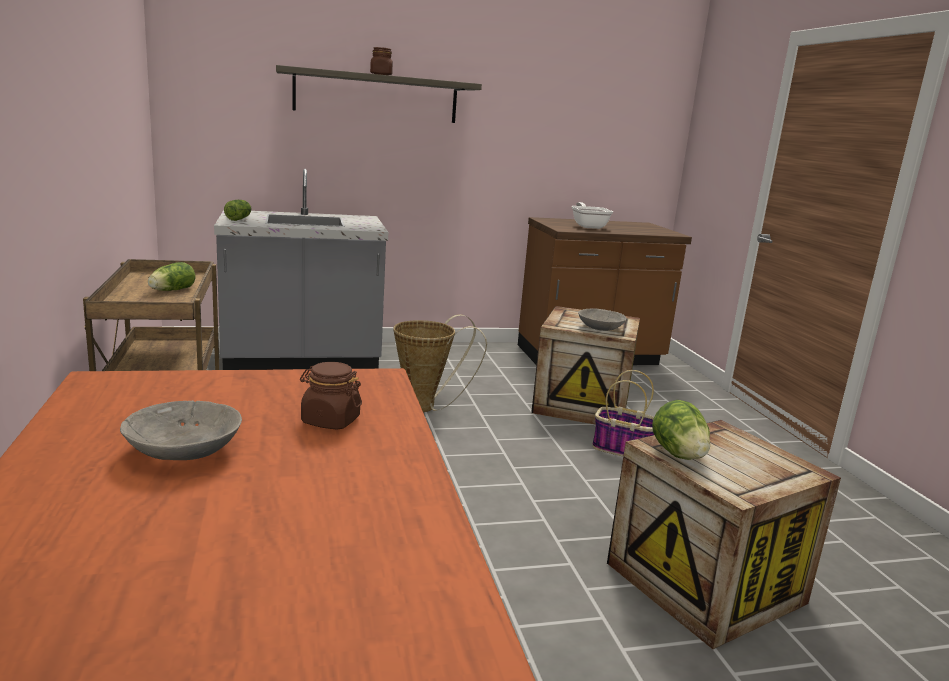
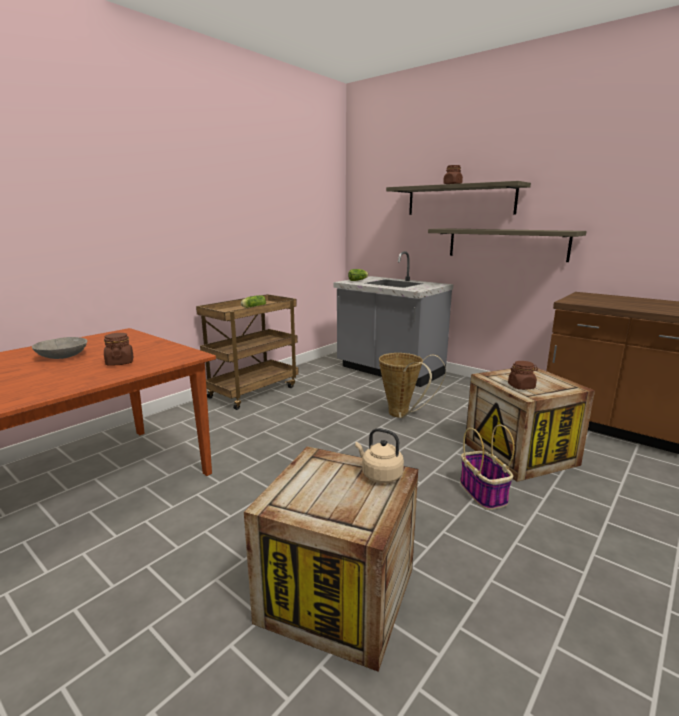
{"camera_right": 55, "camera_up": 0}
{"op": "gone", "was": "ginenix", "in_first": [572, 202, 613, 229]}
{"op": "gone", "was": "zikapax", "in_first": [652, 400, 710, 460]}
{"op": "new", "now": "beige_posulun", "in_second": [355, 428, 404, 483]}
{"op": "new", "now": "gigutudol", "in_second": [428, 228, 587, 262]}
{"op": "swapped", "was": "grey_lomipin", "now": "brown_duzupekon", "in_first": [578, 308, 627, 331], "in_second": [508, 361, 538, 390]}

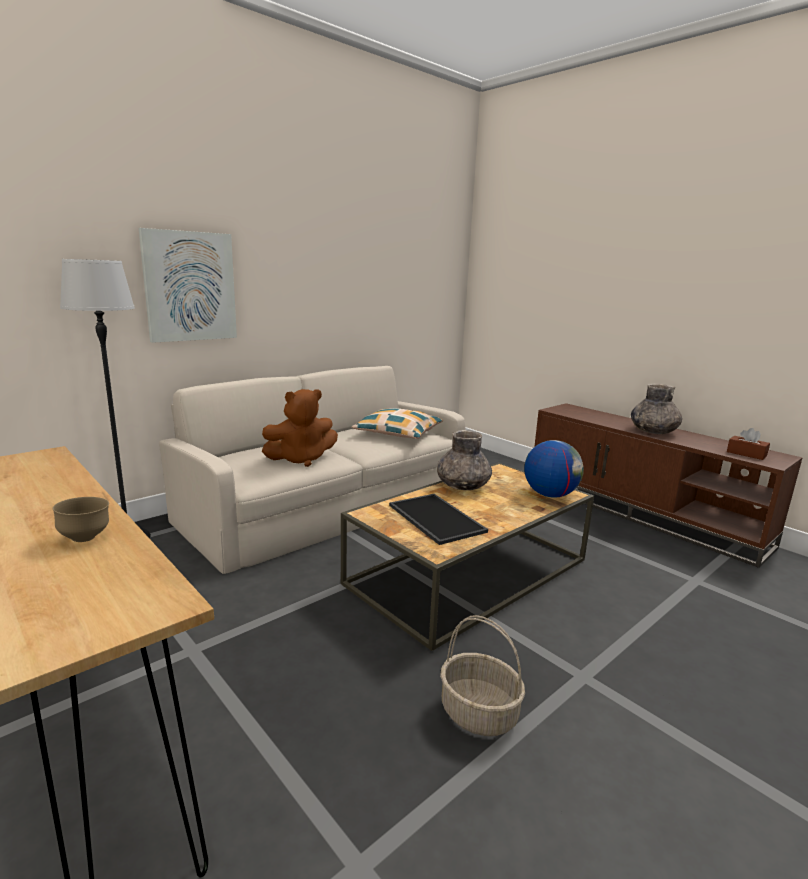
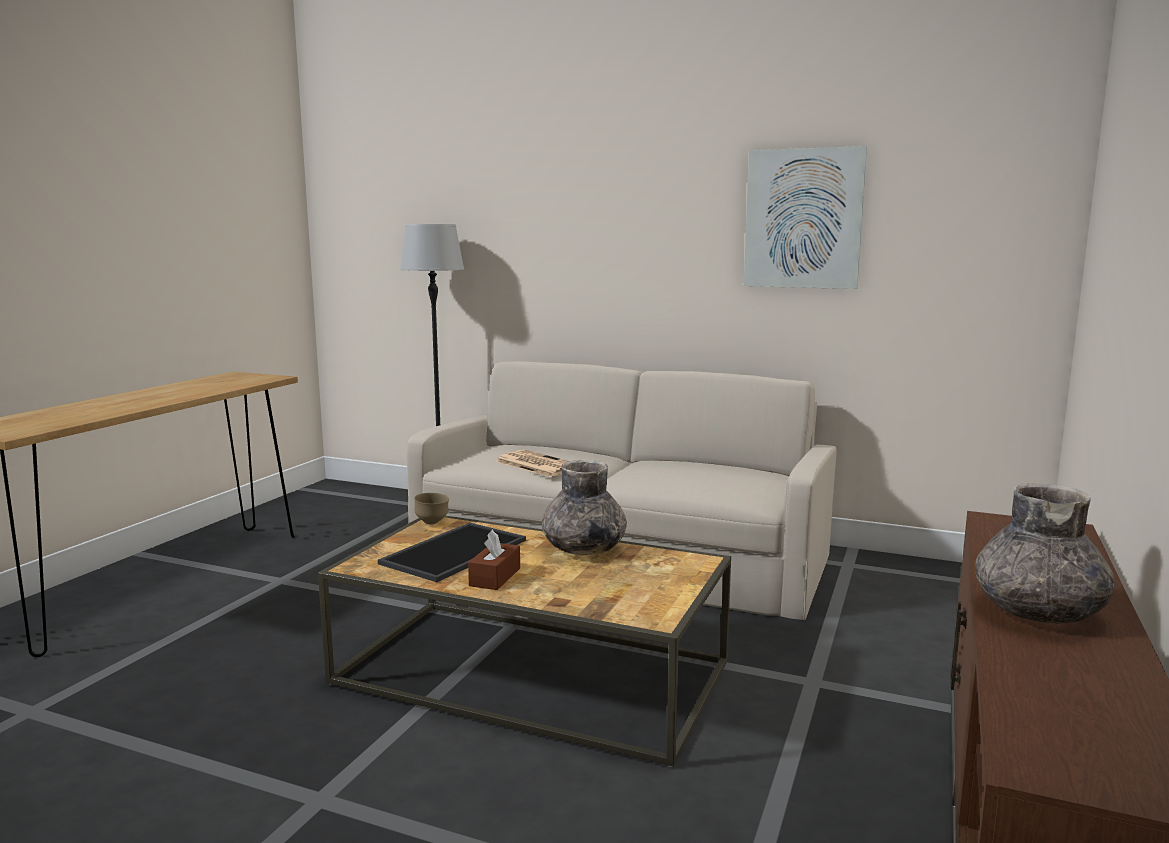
{"camera_right": 65, "camera_up": -5}
{"op": "gone", "was": "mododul", "in_first": [352, 408, 443, 439]}
{"op": "gone", "was": "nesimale", "in_first": [440, 615, 525, 736]}
{"op": "gone", "was": "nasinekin", "in_first": [524, 440, 584, 498]}
{"op": "shifted", "was": "brown_lomipin", "in_first": [53, 497, 109, 542], "in_second": [414, 493, 449, 524]}
{"op": "shifted", "was": "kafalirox", "in_first": [139, 228, 237, 343], "in_second": [744, 146, 867, 289]}
{"op": "shifted", "was": "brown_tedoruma", "in_first": [727, 428, 770, 460], "in_second": [468, 530, 520, 590]}
{"op": "swapped", "was": "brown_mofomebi", "now": "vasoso", "in_first": [262, 389, 338, 467], "in_second": [495, 450, 570, 477]}

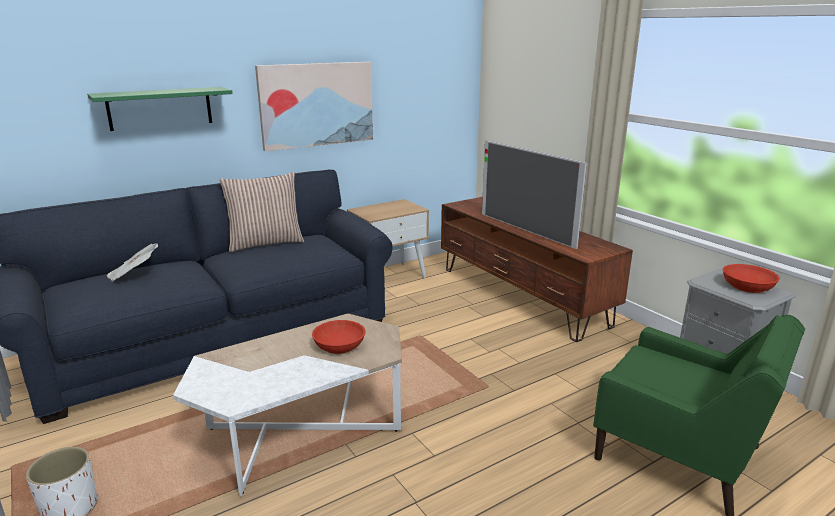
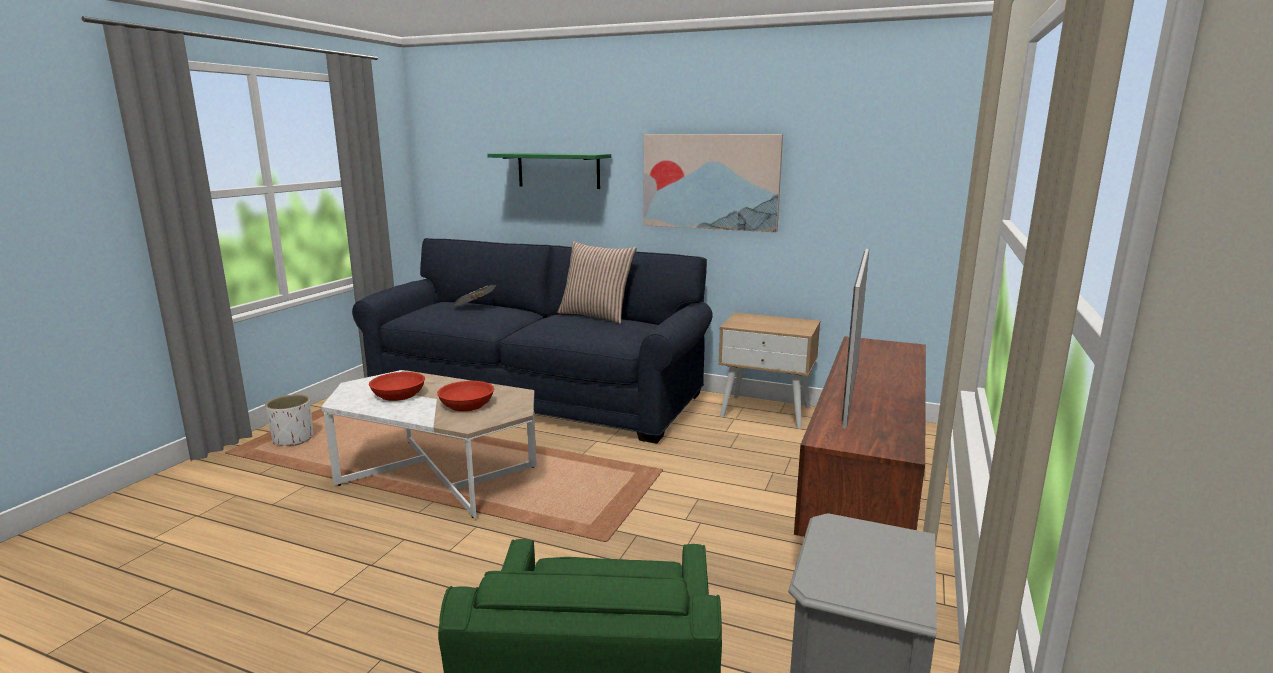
{"camera_right": 55, "camera_up": -5}
{"op": "shifted", "was": "red_lomipin", "in_first": [723, 264, 780, 293], "in_second": [369, 372, 425, 401]}

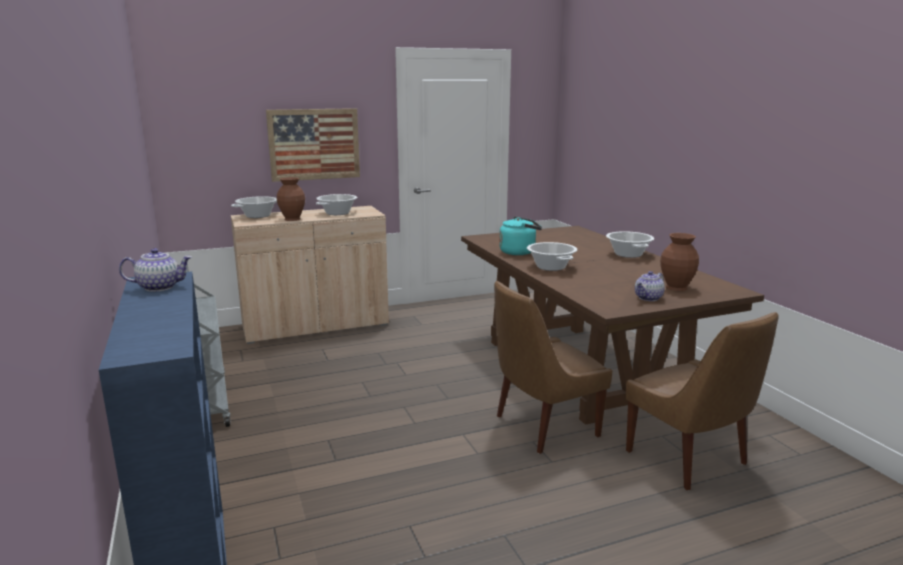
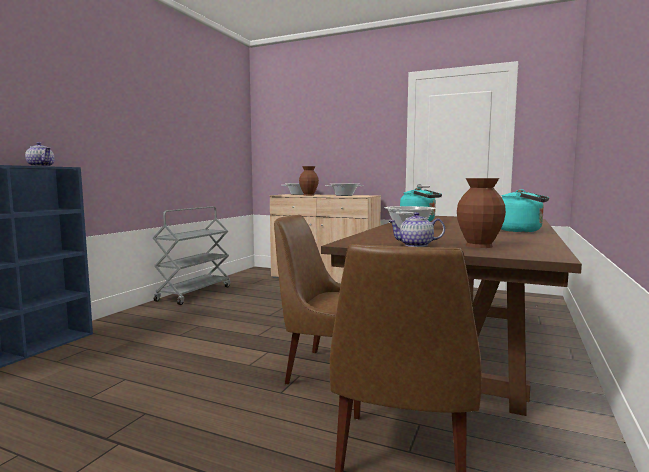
{"camera_right": 45, "camera_up": -10}
{"op": "gone", "was": "kafalirox", "in_first": [266, 108, 360, 182]}
{"op": "swapped", "was": "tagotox", "now": "turquoise_posulun", "in_first": [606, 231, 654, 258], "in_second": [501, 189, 549, 232]}

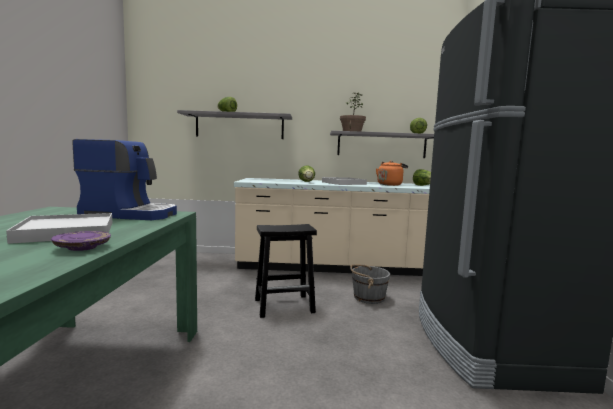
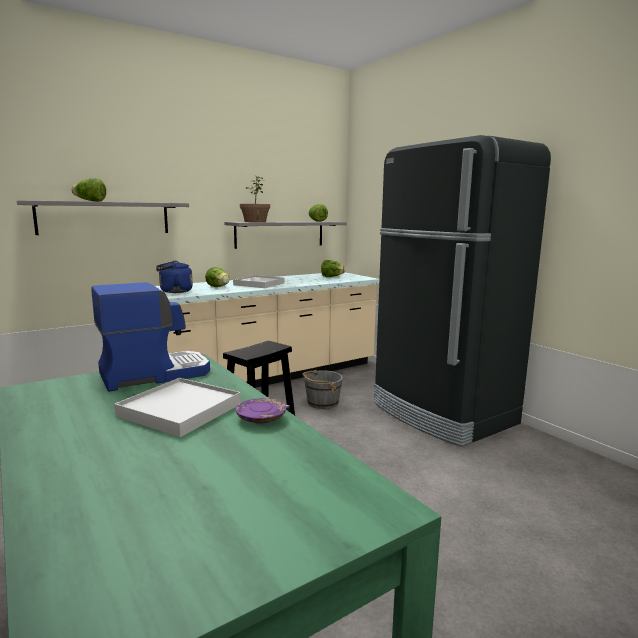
{"camera_right": -35, "camera_up": 5}
{"op": "gone", "was": "orange_posulun", "in_first": [376, 161, 408, 186]}
{"op": "new", "now": "blue_posulun", "in_second": [156, 261, 193, 293]}

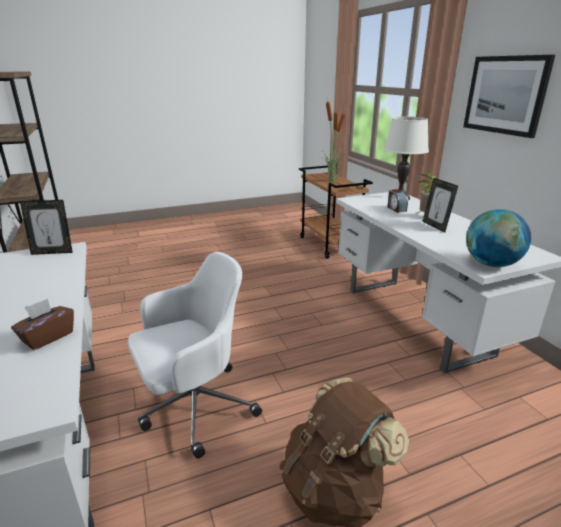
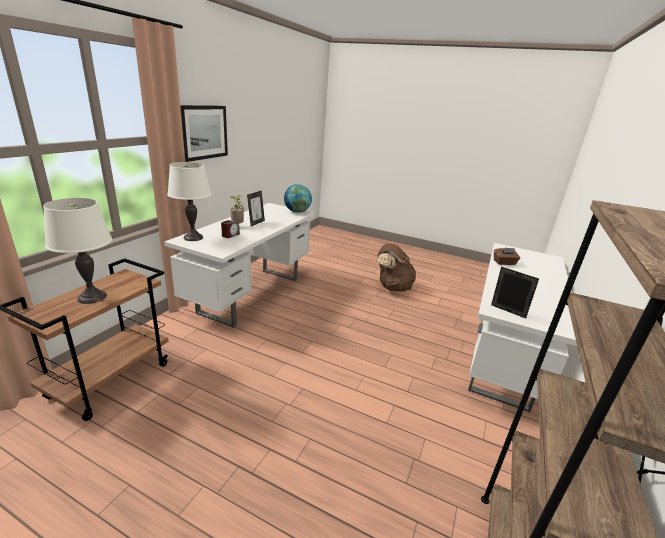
{"camera_right": -135, "camera_up": 0}
{"op": "gone", "was": "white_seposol", "in_first": [128, 252, 262, 458]}
{"op": "swapped", "was": "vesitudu", "now": "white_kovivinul", "in_first": [320, 100, 346, 182], "in_second": [43, 198, 112, 304]}

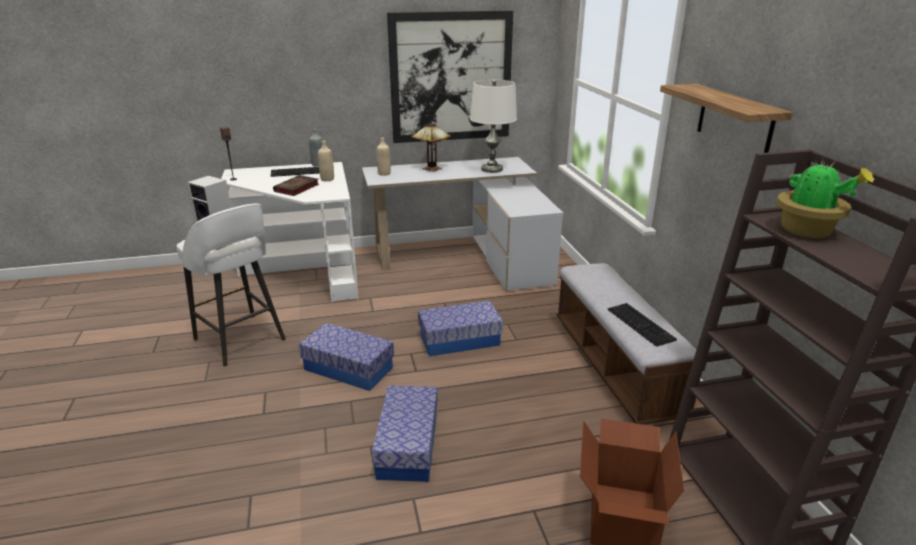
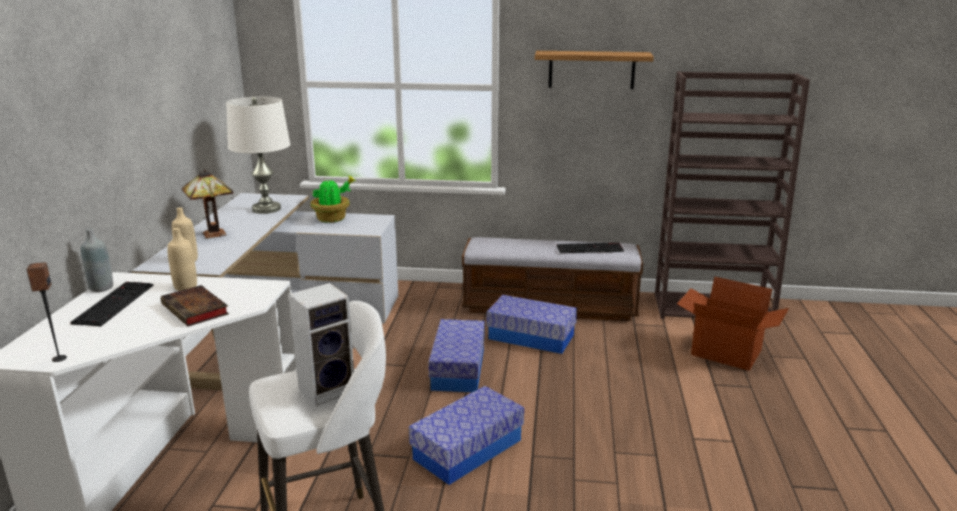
{"camera_right": -70, "camera_up": -5}
{"op": "gone", "was": "kafalirox", "in_first": [387, 11, 513, 143]}
{"op": "shifted", "was": "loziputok", "in_first": [372, 385, 438, 482], "in_second": [486, 295, 577, 354]}
{"op": "shifted", "was": "vesitudu", "in_first": [776, 159, 875, 238], "in_second": [310, 176, 355, 223]}

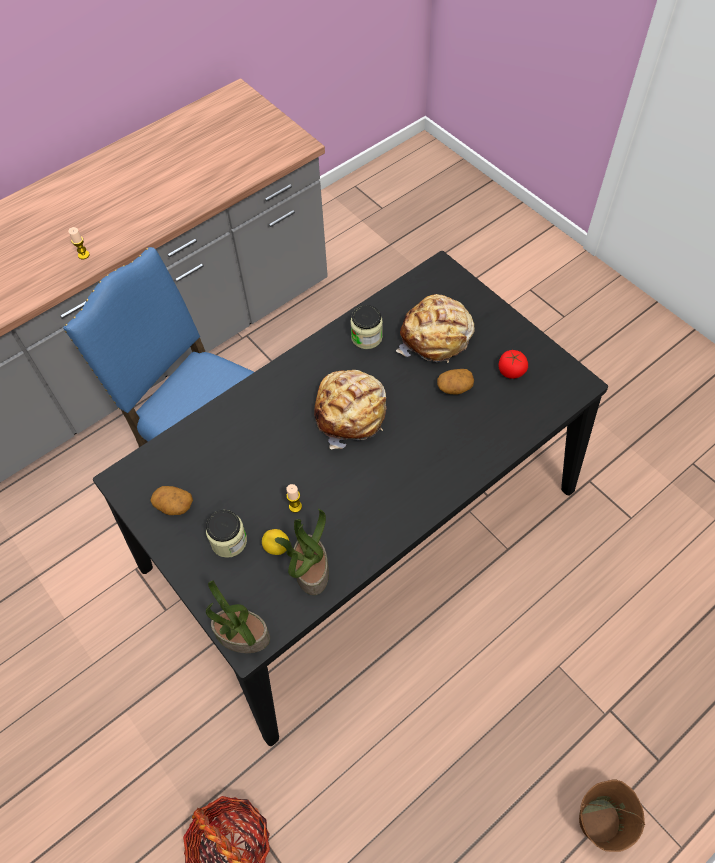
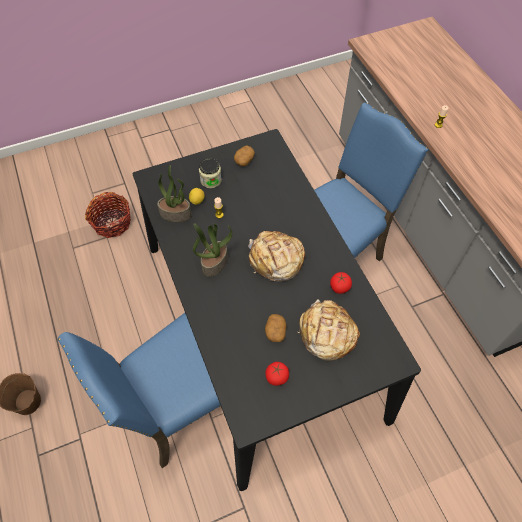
{"camera_right": 105, "camera_up": 0}
{"op": "new", "now": "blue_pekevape", "in_second": [57, 313, 221, 468]}
{"op": "shifted", "was": "vesitudu", "in_first": [206, 581, 270, 653], "in_second": [193, 223, 232, 277]}
{"op": "swapped", "was": "duzupekon", "now": "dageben", "in_first": [350, 305, 383, 349], "in_second": [330, 272, 352, 294]}

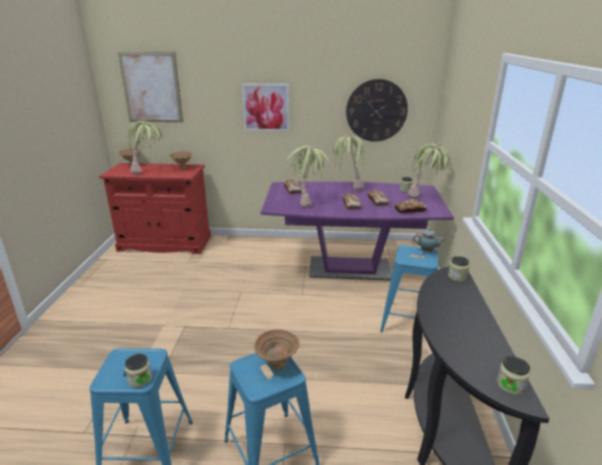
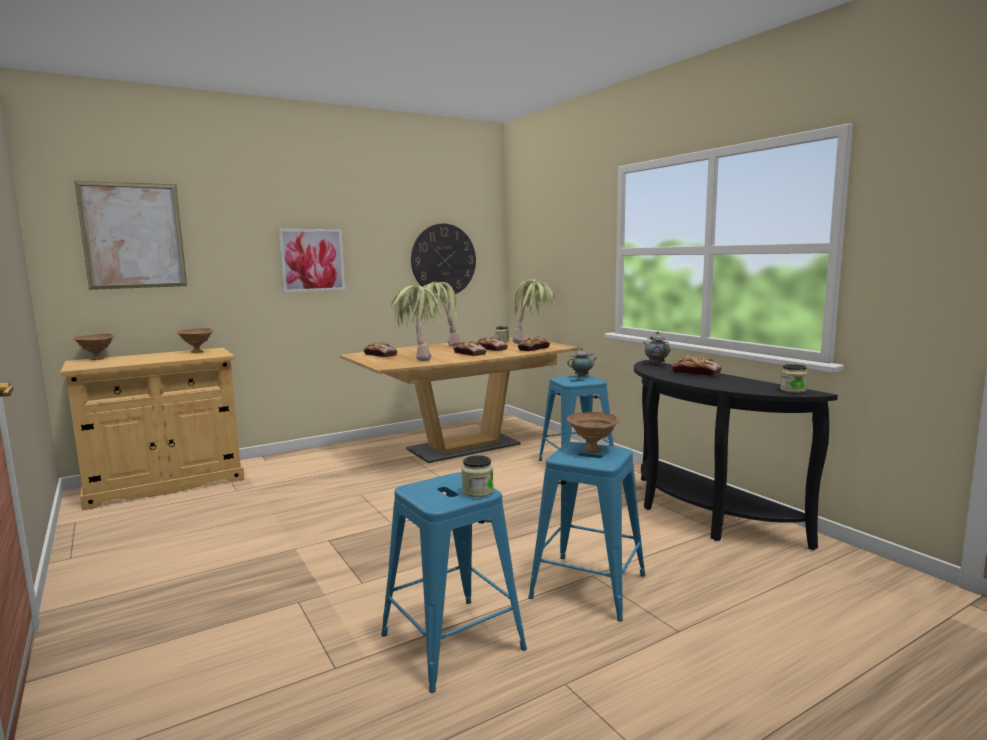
{"camera_right": -35, "camera_up": -15}
{"op": "gone", "was": "vesitudu", "in_first": [127, 121, 164, 175]}
{"op": "new", "now": "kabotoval", "in_second": [672, 356, 722, 376]}
{"op": "swapped", "was": "duzupekon", "now": "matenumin", "in_first": [448, 256, 469, 282], "in_second": [643, 332, 670, 365]}
{"op": "repainted", "was": "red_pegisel", "now": "beige_pegisel", "in_first": [99, 163, 211, 254], "in_second": [60, 348, 245, 510]}
{"op": "repainted", "was": "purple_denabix", "now": "brown_denabix", "in_first": [261, 182, 454, 280], "in_second": [340, 337, 579, 463]}

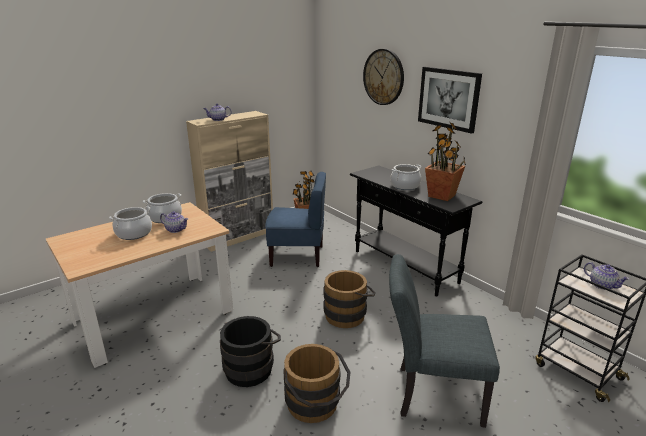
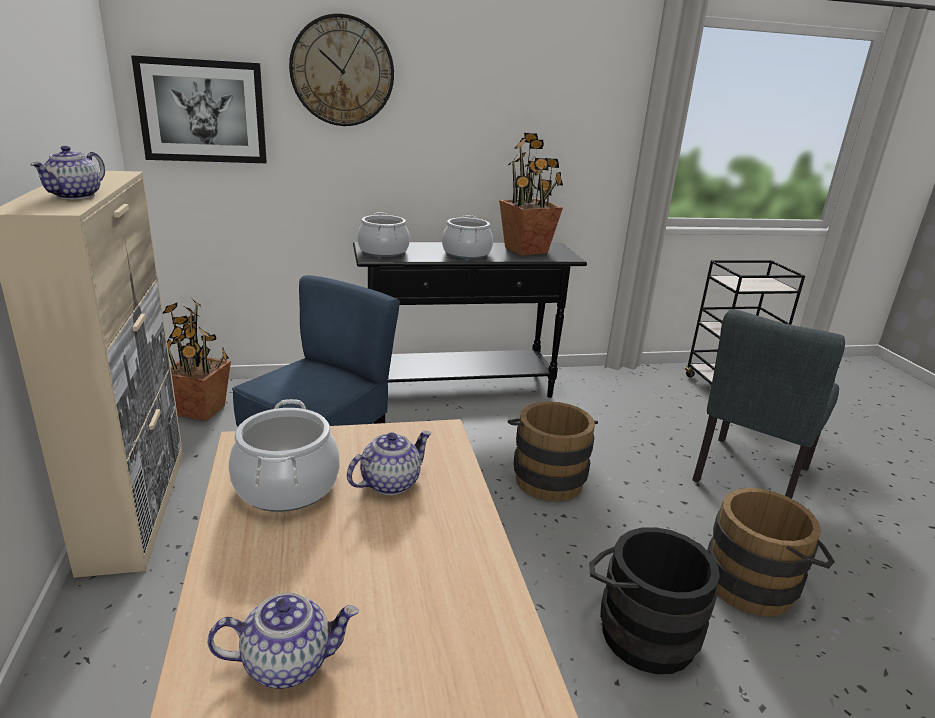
{"camera_right": -65, "camera_up": 0}
{"op": "shifted", "was": "tagotox", "in_first": [109, 206, 152, 240], "in_second": [357, 212, 410, 257]}
{"op": "shifted", "was": "kafalirox", "in_first": [418, 67, 482, 134], "in_second": [131, 55, 267, 163]}
{"op": "shifted", "was": "matenumin", "in_first": [584, 262, 629, 290], "in_second": [208, 593, 359, 689]}

